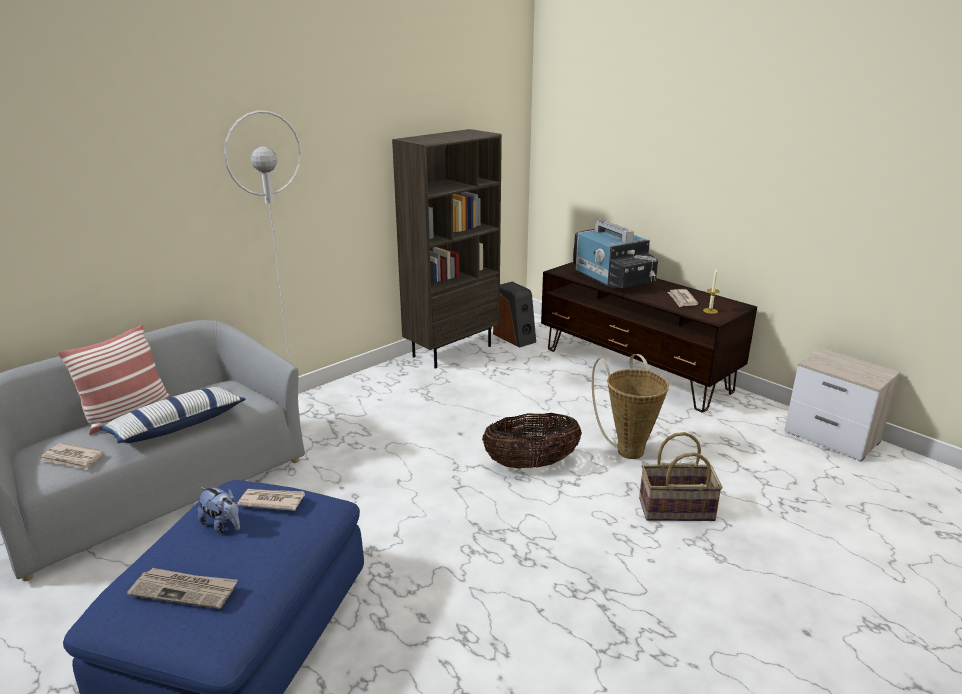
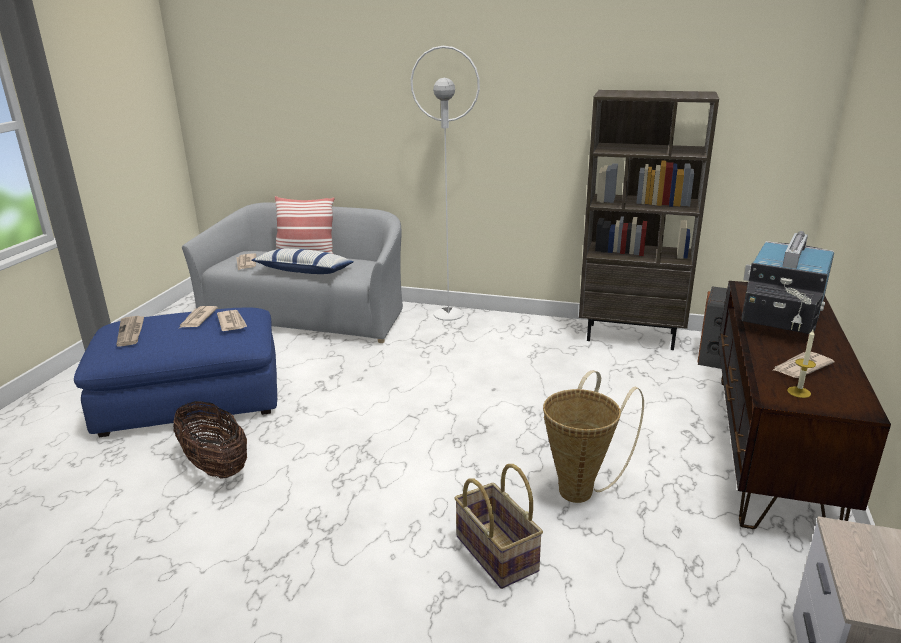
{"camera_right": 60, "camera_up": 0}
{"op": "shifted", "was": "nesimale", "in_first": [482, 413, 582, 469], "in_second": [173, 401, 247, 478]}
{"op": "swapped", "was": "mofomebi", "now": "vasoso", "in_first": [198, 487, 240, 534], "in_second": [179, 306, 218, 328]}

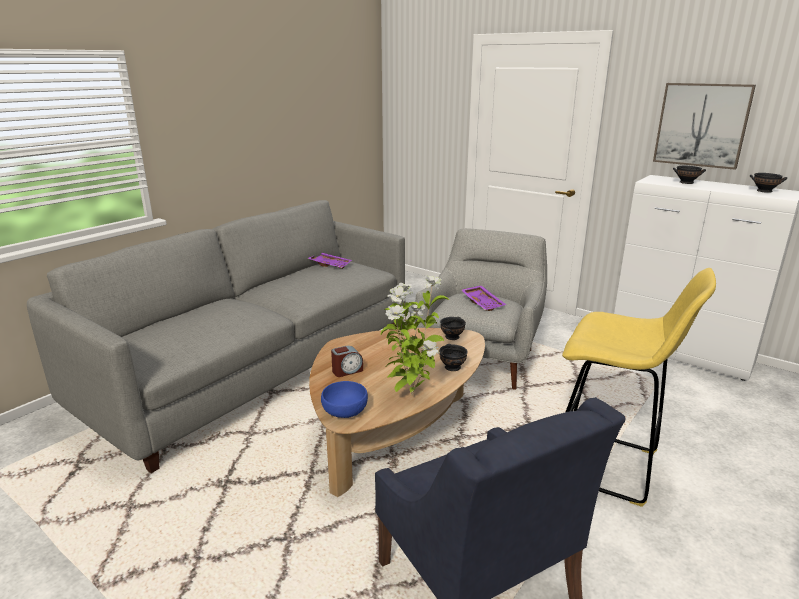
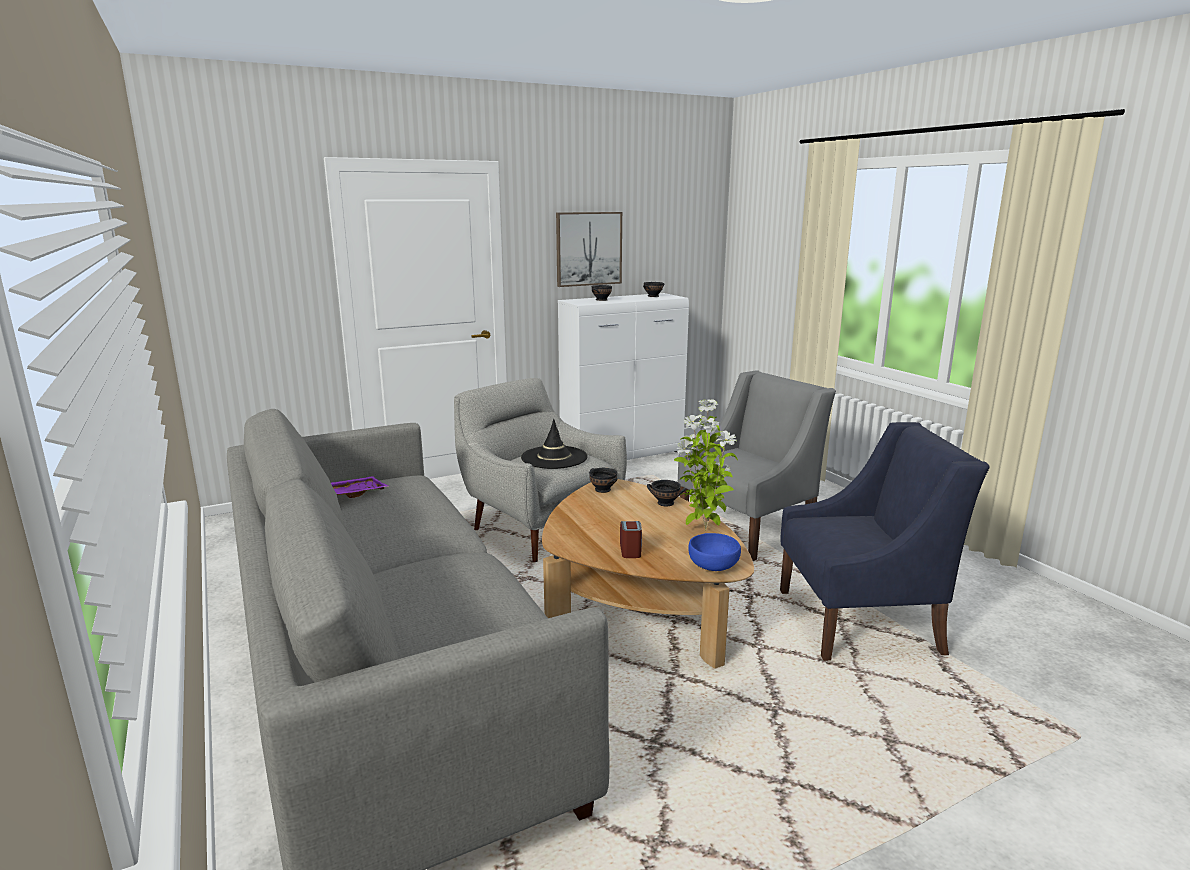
{"camera_right": -65, "camera_up": -5}
{"op": "swapped", "was": "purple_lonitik", "now": "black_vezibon", "in_first": [461, 285, 506, 311], "in_second": [521, 419, 588, 469]}
{"op": "swapped", "was": "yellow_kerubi", "now": "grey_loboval", "in_first": [562, 268, 716, 507], "in_second": [678, 370, 836, 561]}

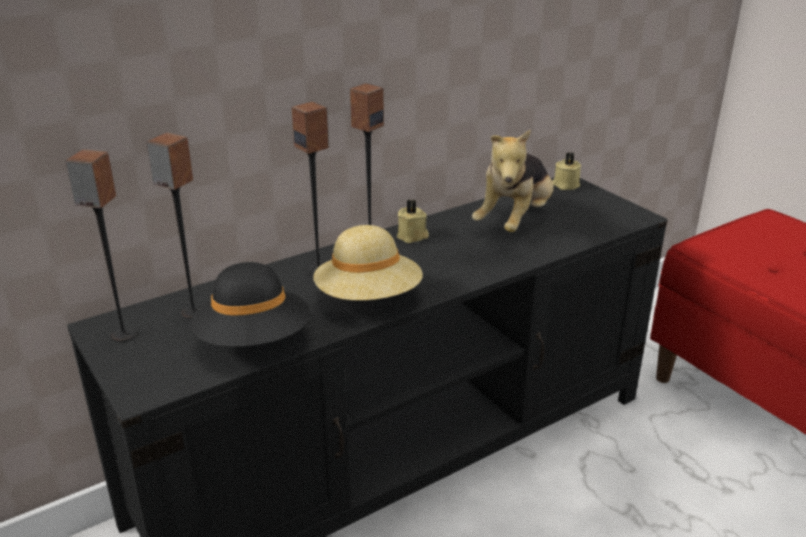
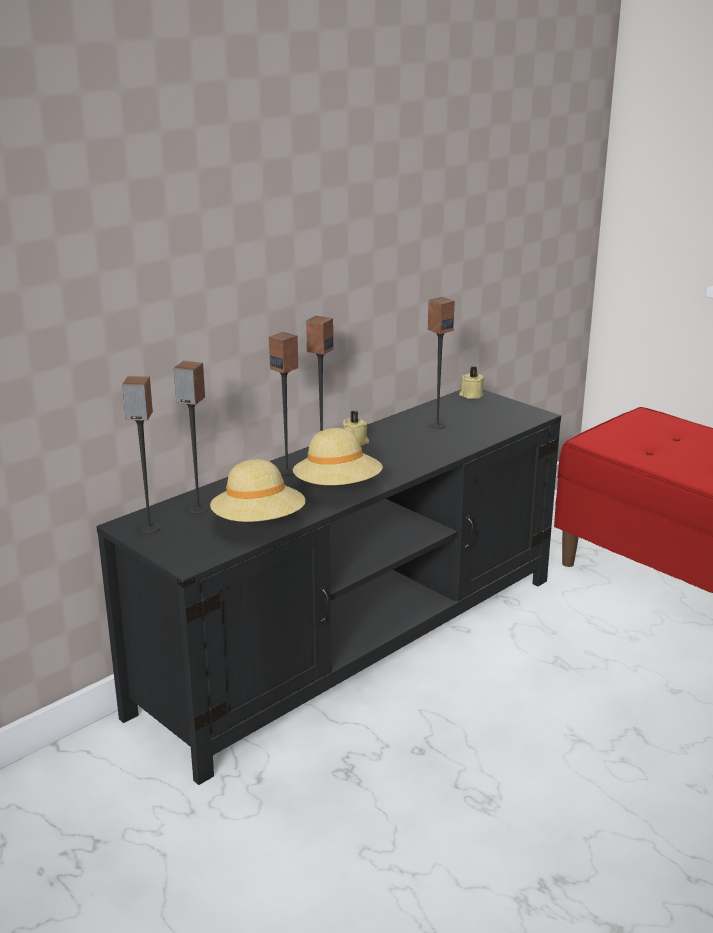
{"camera_right": -10, "camera_up": -5}
{"op": "swapped", "was": "mofomebi", "now": "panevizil", "in_first": [472, 130, 554, 232], "in_second": [428, 297, 455, 429]}
{"op": "repainted", "was": "black_vezibon", "now": "beige_vezibon", "in_first": [191, 262, 310, 347], "in_second": [210, 459, 306, 522]}

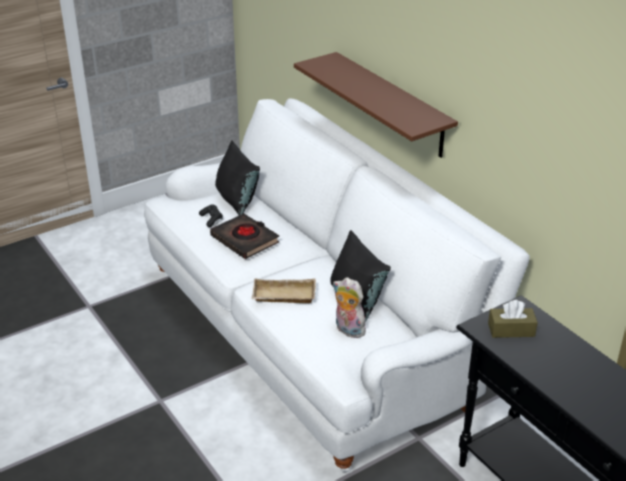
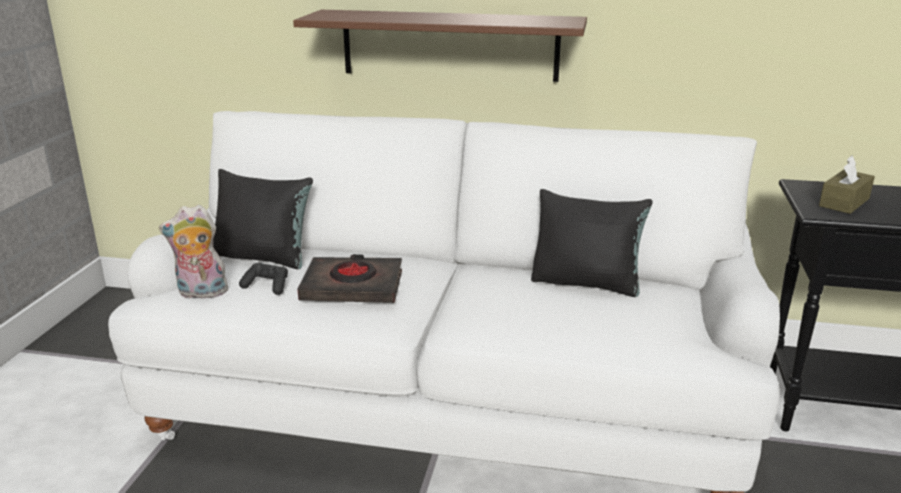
{"camera_right": -45, "camera_up": -10}
{"op": "gone", "was": "beige_lonitik", "in_first": [252, 278, 316, 303]}
{"op": "shifted", "was": "mofomebi", "in_first": [333, 277, 366, 338], "in_second": [159, 205, 228, 299]}

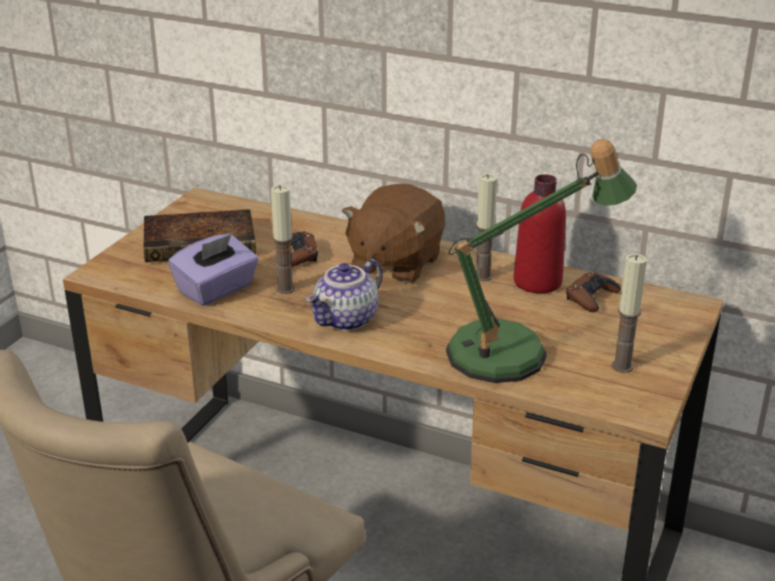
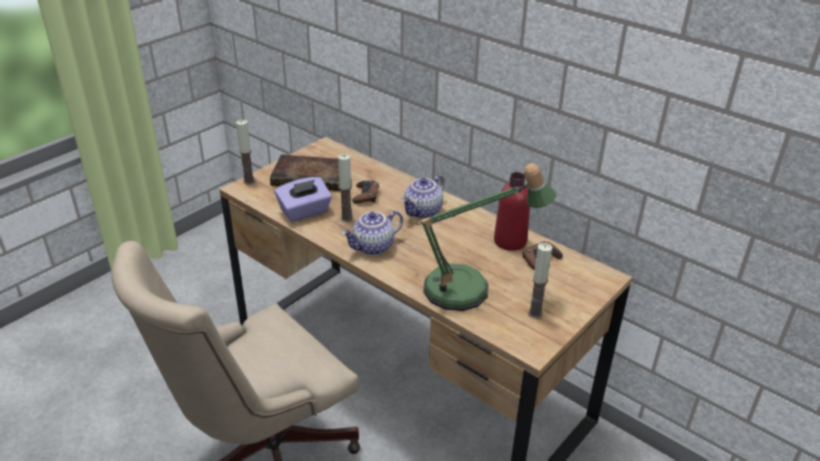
{"camera_right": 15, "camera_up": 5}
{"op": "shifted", "was": "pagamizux", "in_first": [476, 174, 497, 281], "in_second": [236, 120, 255, 185]}
{"op": "swapped", "was": "brown_mofomebi", "now": "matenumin", "in_first": [342, 184, 445, 284], "in_second": [402, 174, 445, 219]}

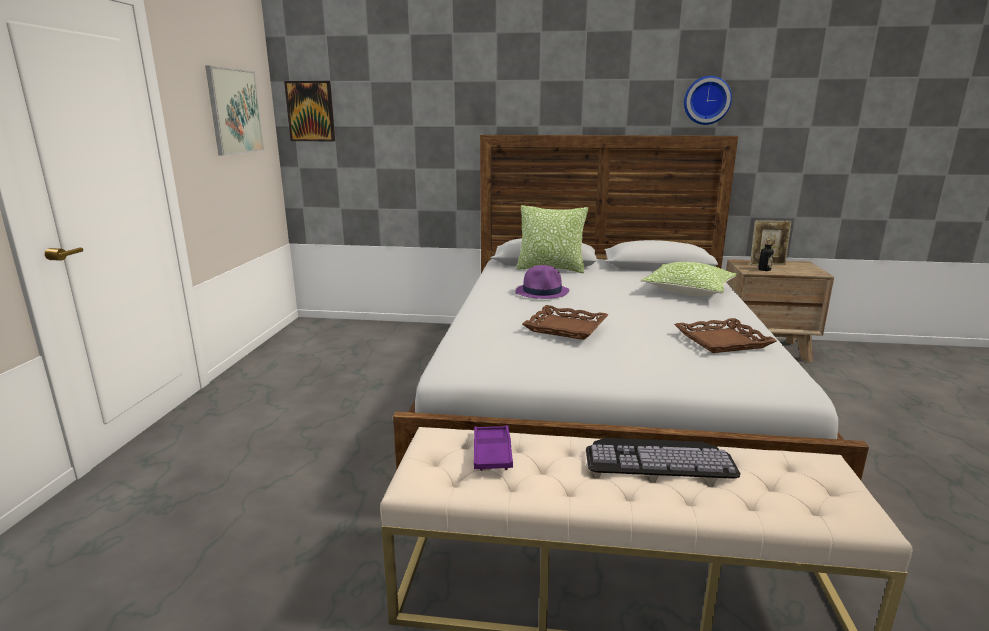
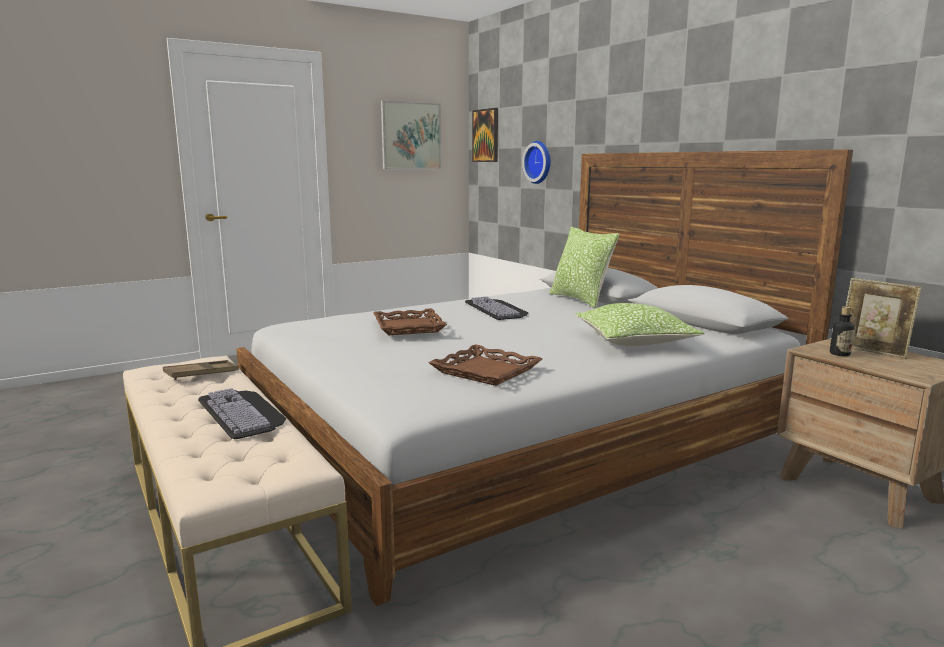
{"camera_right": 50, "camera_up": -5}
{"op": "shifted", "was": "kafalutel", "in_first": [684, 76, 732, 125], "in_second": [522, 141, 551, 184]}
{"op": "swapped", "was": "purple_vezibon", "now": "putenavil", "in_first": [515, 265, 569, 299], "in_second": [465, 297, 528, 320]}
{"op": "repainted", "was": "purple_lonitik", "now": "brown_lonitik", "in_first": [474, 425, 513, 471], "in_second": [163, 360, 239, 380]}

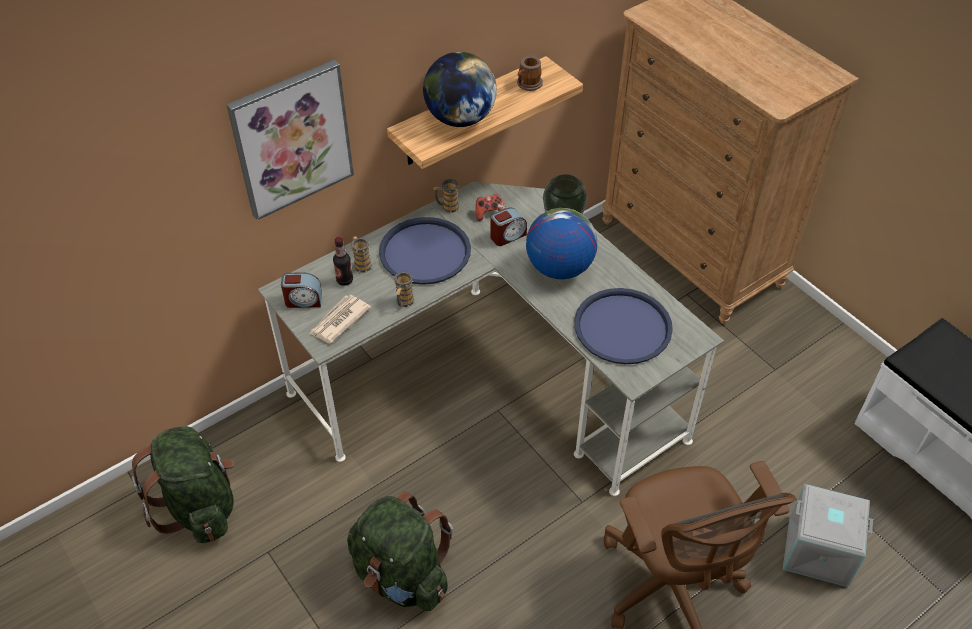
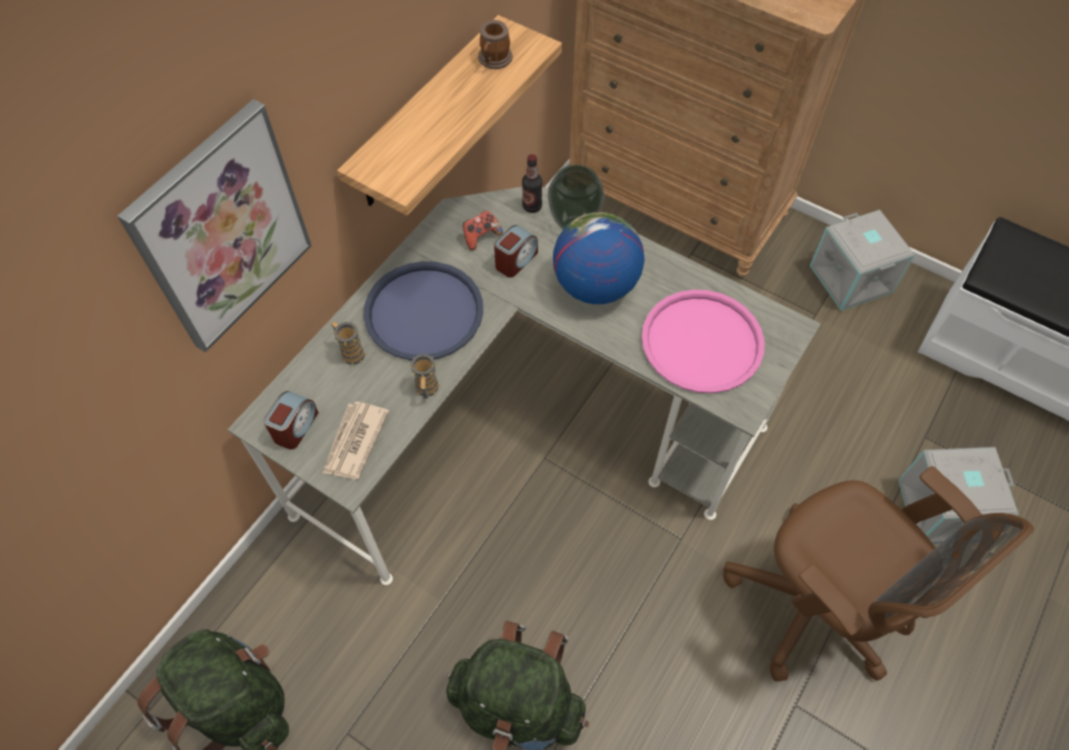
{"camera_right": -20, "camera_up": 10}
{"op": "gone", "was": "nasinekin", "in_first": [423, 52, 497, 127]}
{"op": "gone", "was": "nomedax", "in_first": [433, 179, 460, 213]}
{"op": "new", "now": "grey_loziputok", "in_second": [810, 210, 915, 311]}
{"op": "shifted", "was": "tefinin", "in_first": [333, 237, 353, 286], "in_second": [522, 154, 542, 213]}
{"op": "repainted", "was": "blue_lonitik", "now": "pink_lonitik", "in_first": [574, 288, 673, 364], "in_second": [642, 290, 765, 393]}
{"op": "rotated", "was": "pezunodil", "in_first": [281, 272, 322, 308], "in_second": [263, 391, 319, 450], "clockwise": -45}

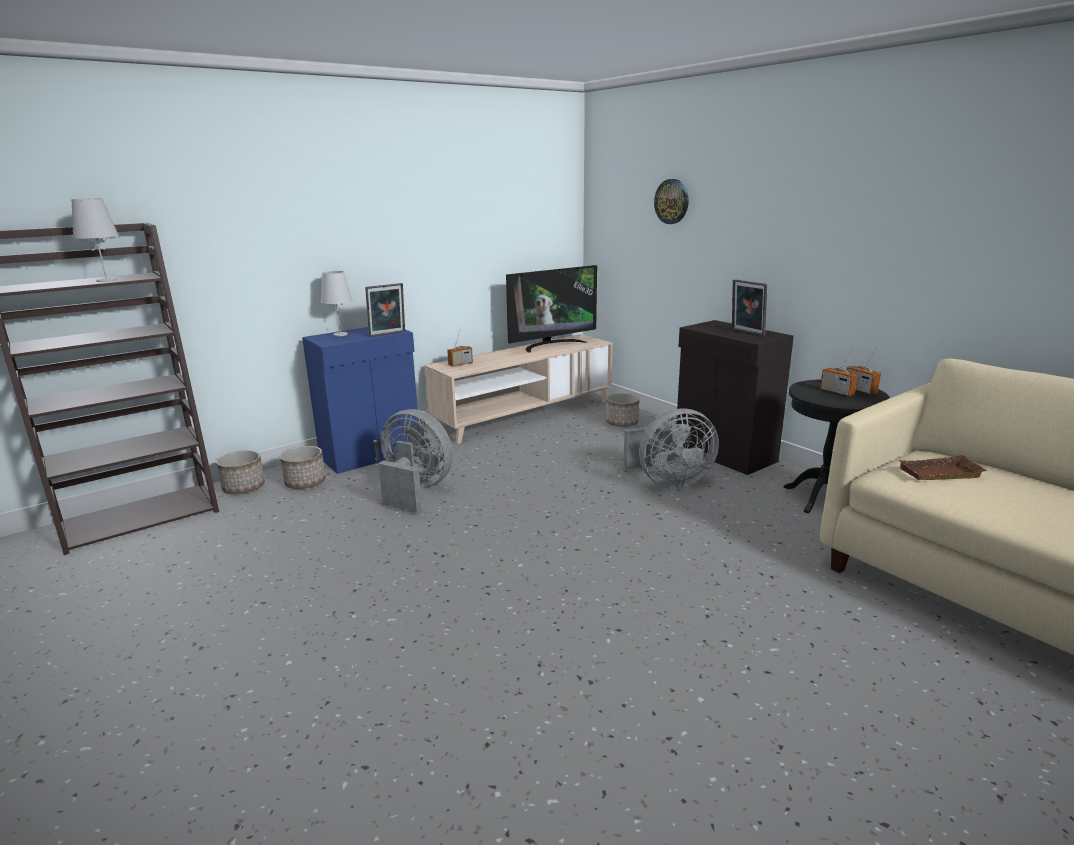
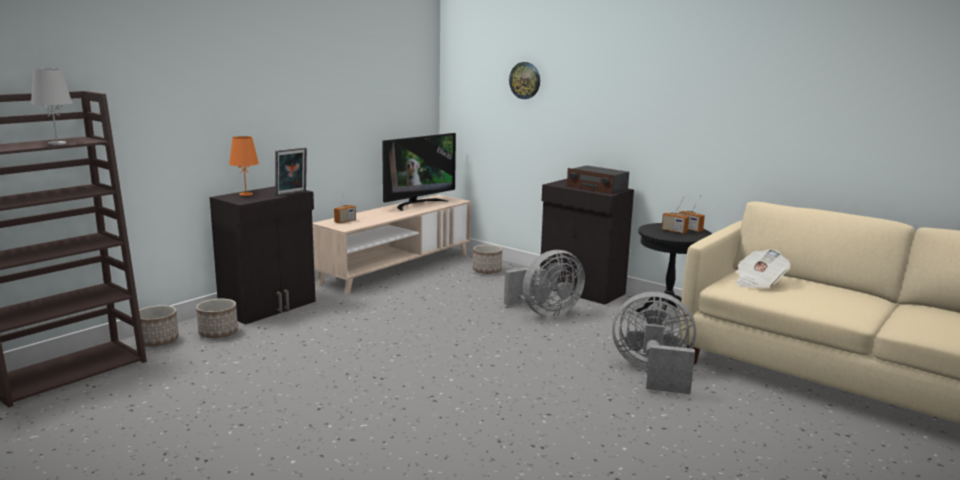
{"camera_right": -15, "camera_up": -5}
{"op": "shifted", "was": "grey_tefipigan", "in_first": [378, 409, 453, 513], "in_second": [612, 292, 696, 394]}
{"op": "swapped", "was": "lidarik", "now": "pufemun", "in_first": [732, 279, 767, 336], "in_second": [567, 165, 629, 194]}
{"op": "swapped", "was": "brown_lonitik", "now": "vasoso", "in_first": [899, 455, 987, 480], "in_second": [736, 249, 791, 289]}
{"op": "repainted", "was": "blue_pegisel", "now": "black_pegisel", "in_first": [302, 327, 421, 474], "in_second": [210, 186, 316, 325]}
{"op": "repainted", "was": "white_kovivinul", "now": "orange_kovivinul", "in_first": [320, 271, 353, 336], "in_second": [229, 136, 259, 196]}

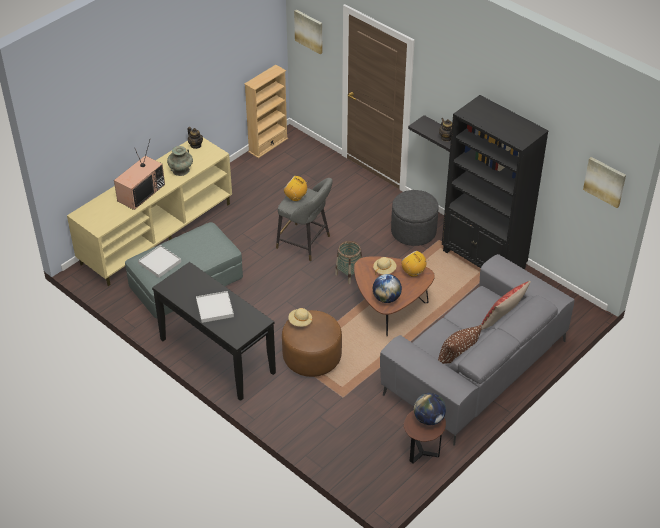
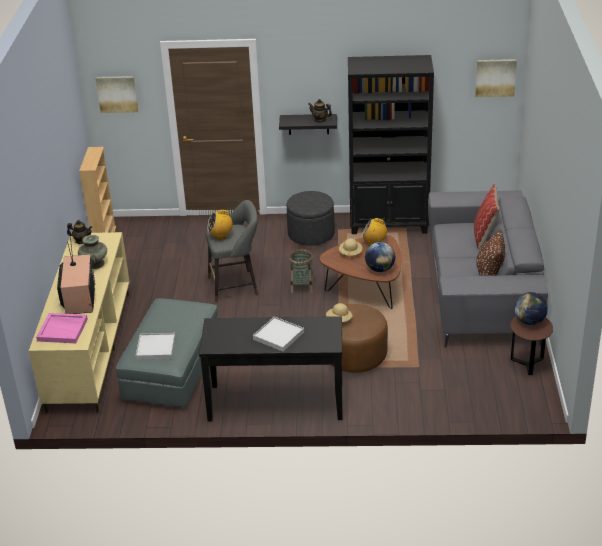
{"camera_right": -40, "camera_up": -10}
{"op": "new", "now": "pink_lonitik", "in_second": [36, 313, 88, 344]}

